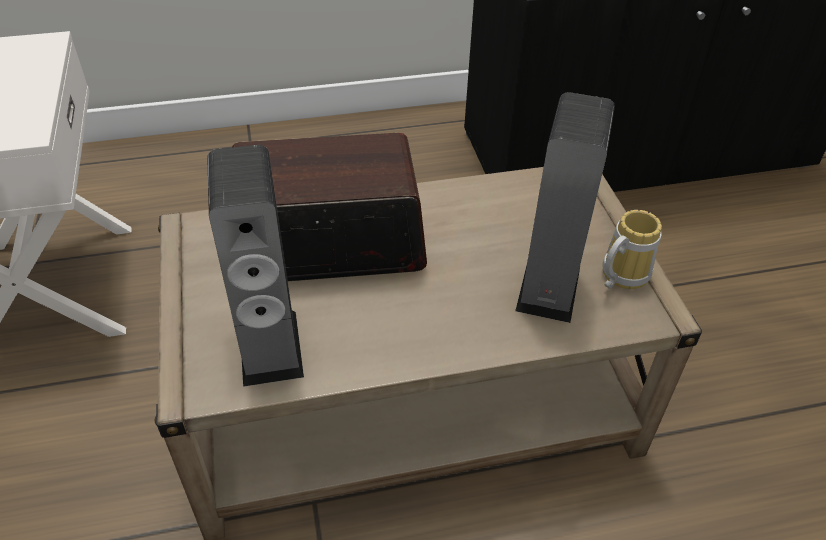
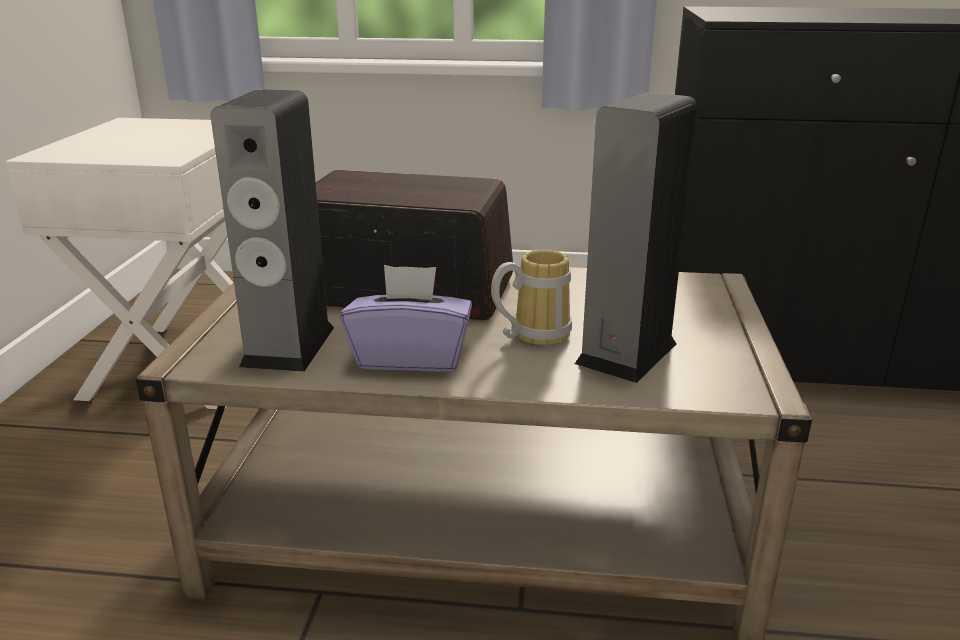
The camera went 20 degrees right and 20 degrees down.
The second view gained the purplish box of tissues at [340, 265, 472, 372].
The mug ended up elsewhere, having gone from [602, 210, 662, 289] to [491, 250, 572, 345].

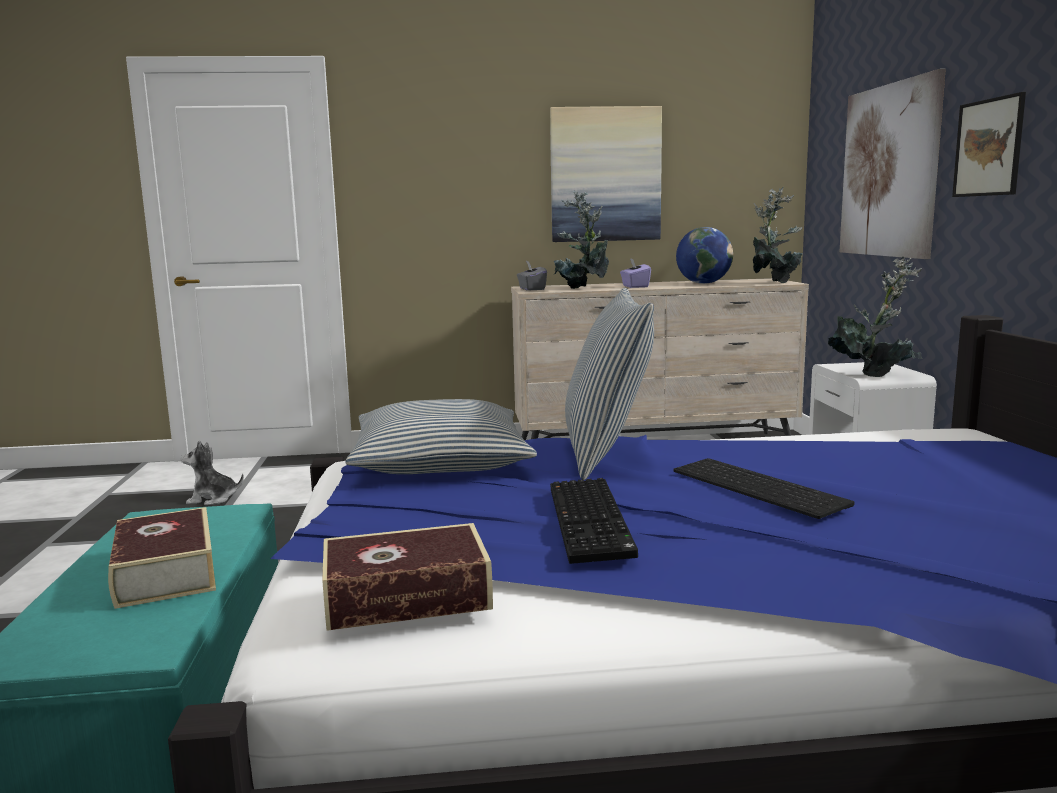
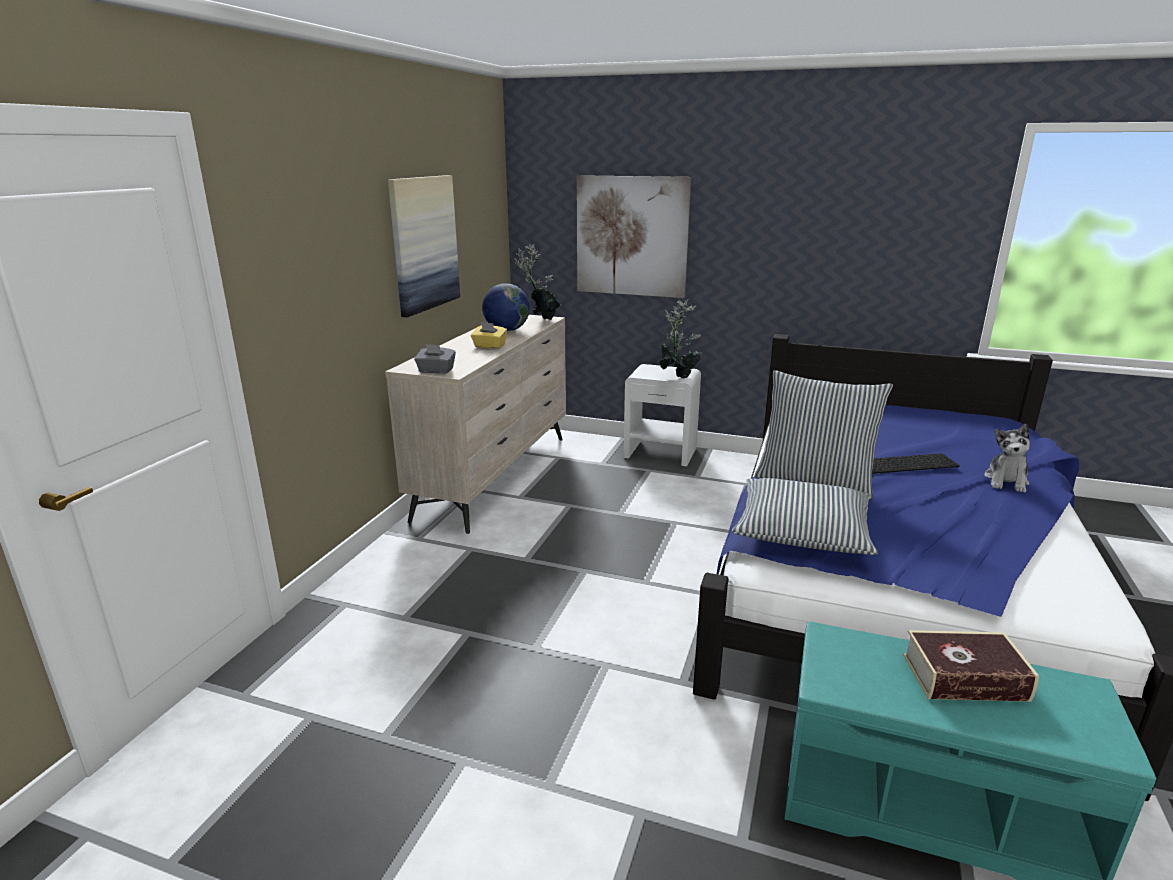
The camera went 65 degrees left and 10 degrees up.
The second view lost the book at [322, 523, 493, 631].
The second view lost the computer keyboard at [550, 478, 638, 564].
The second view lost the potted plant at [554, 191, 609, 289].
The second view lost the wall picture at [952, 92, 1026, 197].
The soft toy ended up elsewhere, having gone from [181, 440, 244, 506] to [984, 424, 1030, 493].
What was the purplish box of tissues at [620, 258, 651, 288] turned into the yellowish box of tissues at [471, 322, 507, 349].

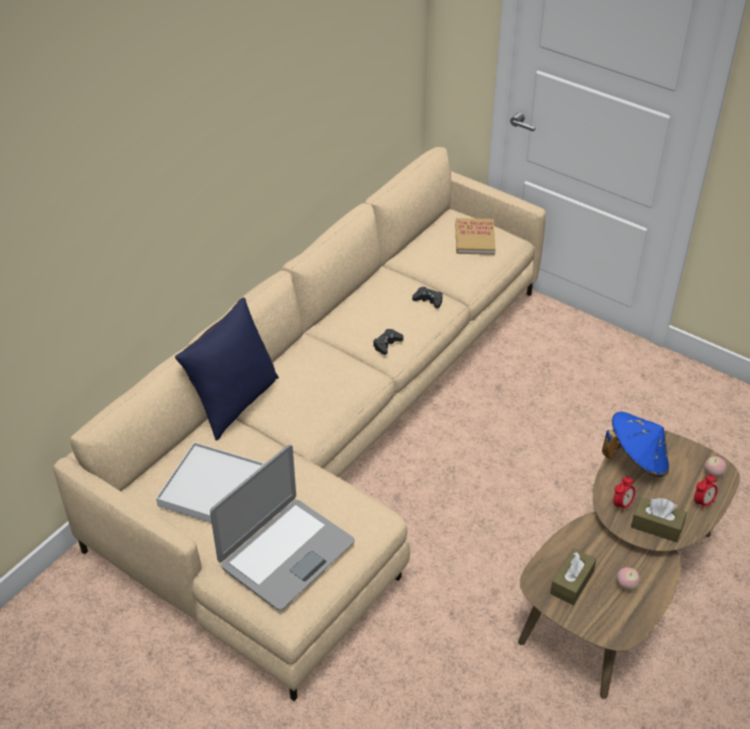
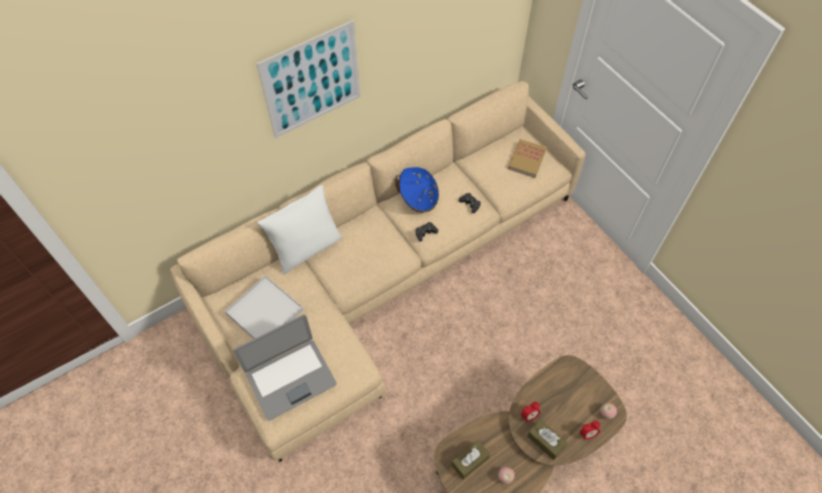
The camera went 20 degrees right and 15 degrees up.
The second view gained the wall picture at [256, 20, 361, 138].
The blue-coloured wearable hat ended up elsewhere, having gone from [602, 412, 669, 477] to [395, 167, 439, 213].
What was the blue-coloured cushion at [175, 298, 279, 441] turned into the whitish cushion at [257, 185, 343, 275].

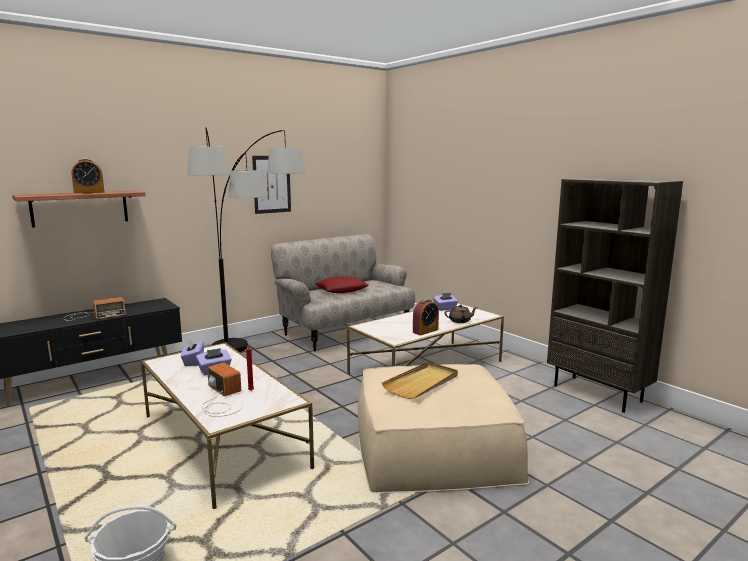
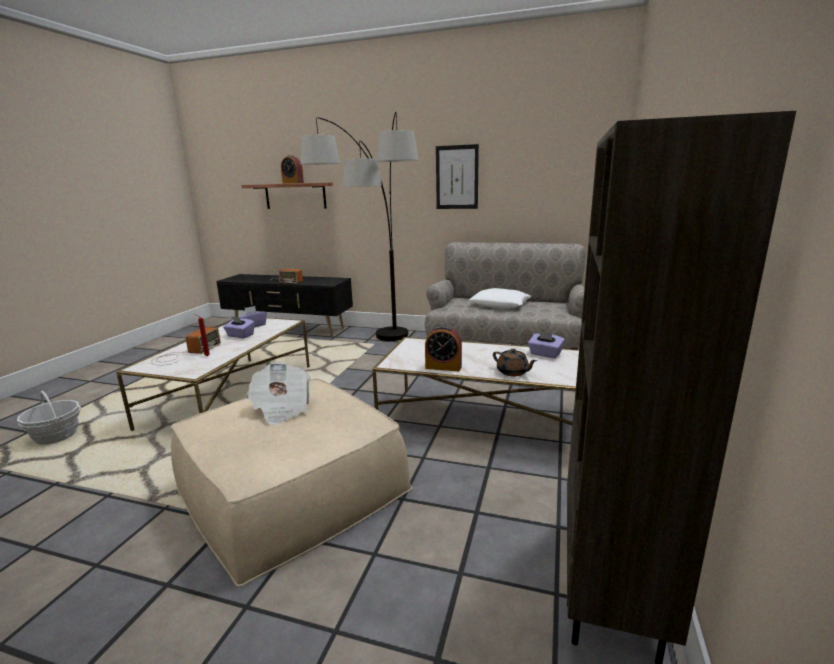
The camera went 55 degrees right and 5 degrees up.
Where the beige carrying tray stood at [382, 362, 458, 399], the printed paper came to stand at [247, 362, 311, 425].
What was the red cushion at [316, 276, 369, 293] turned into the whitish cushion at [469, 288, 531, 309].

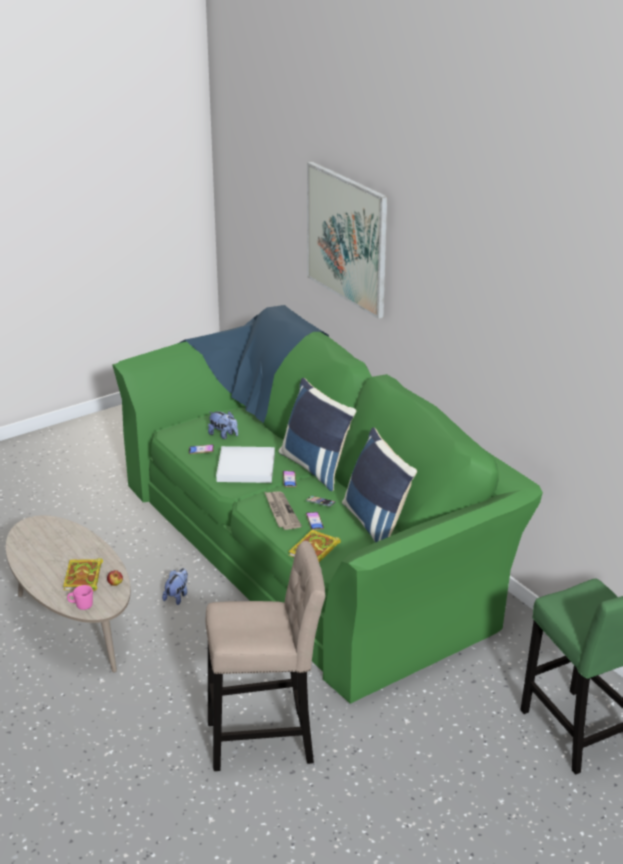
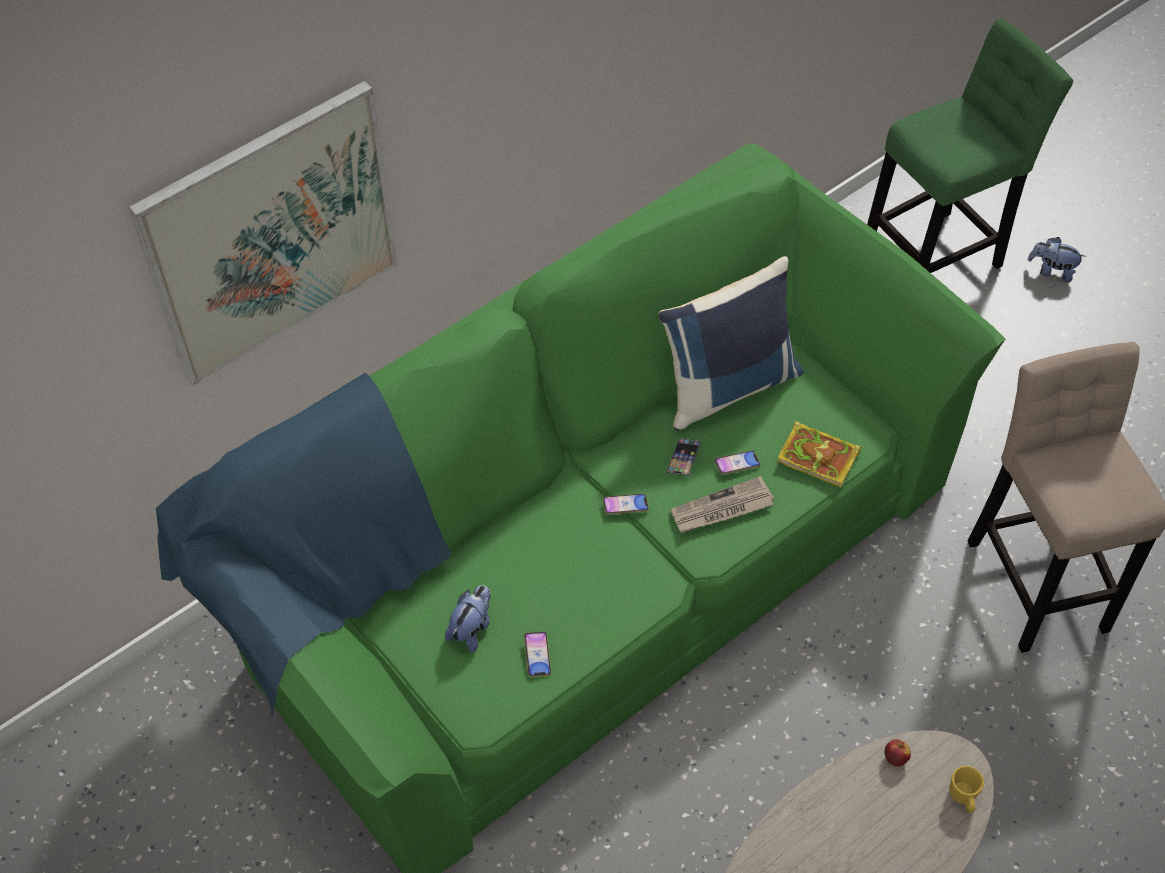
The camera went 95 degrees left and 25 degrees up.
The second view lost the book at [63, 558, 103, 591].
The second view lost the whitish carrying tray at [216, 446, 275, 483].
The second view lost the blue-coloured cushion at [278, 378, 356, 491].
The soft toy ended up elsewhere, having gone from [162, 568, 188, 605] to [1028, 237, 1086, 282].
What was the pink-coloured mug at [67, 585, 93, 610] turned into the yellowish mug at [949, 766, 984, 813].

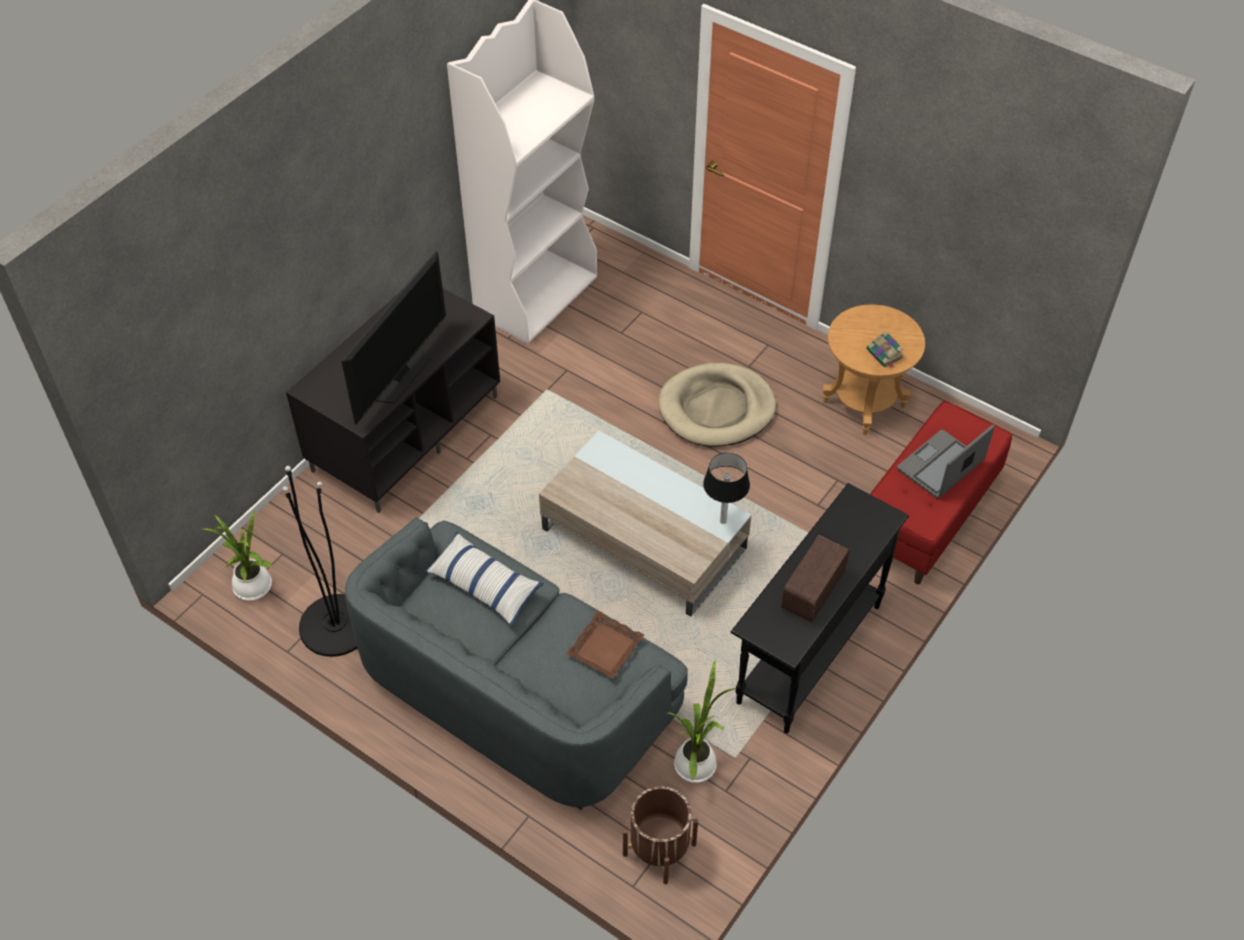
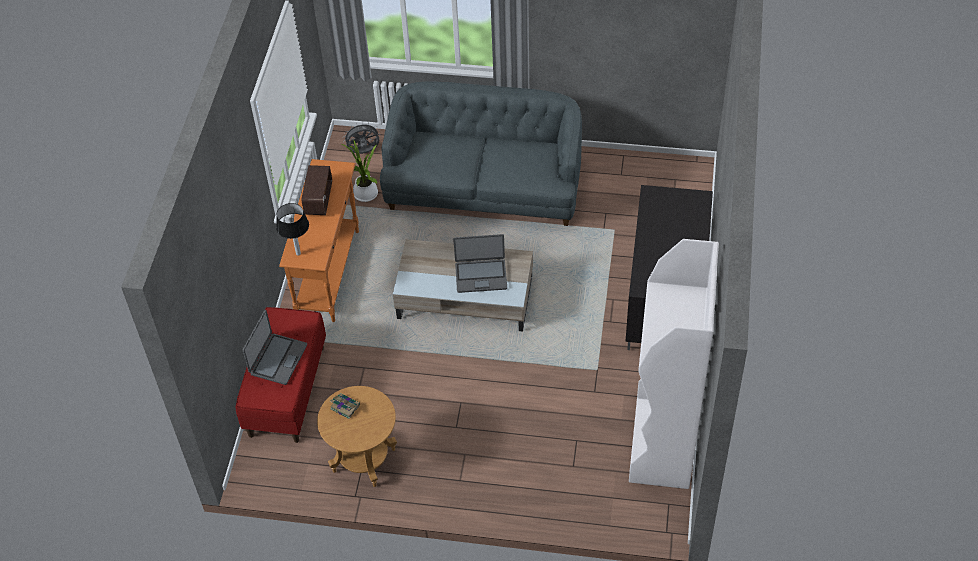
The camera went 155 degrees right and 0 degrees up.
The second view lost the potted plant at [203, 510, 274, 601].
The second view lost the black-coloured standard lamp at [282, 466, 357, 657].
The second view lost the TV set at [341, 251, 446, 424].
The second view lost the cushion at [425, 531, 544, 626].
The second view lost the brownish carrying tray at [566, 611, 645, 679].
The second view lost the beige dog bed at [658, 363, 776, 447].
The second view gained the portable computer at [453, 234, 507, 293].
The table lamp ended up elsewhere, having gone from [703, 453, 750, 524] to [276, 203, 309, 256].
Where the brownish flower pot stood at [623, 786, 698, 884], the grey fan came to stand at [343, 122, 380, 154].
What was the black-coloured console table at [731, 483, 909, 734] turned into the orange console table at [279, 159, 359, 322].

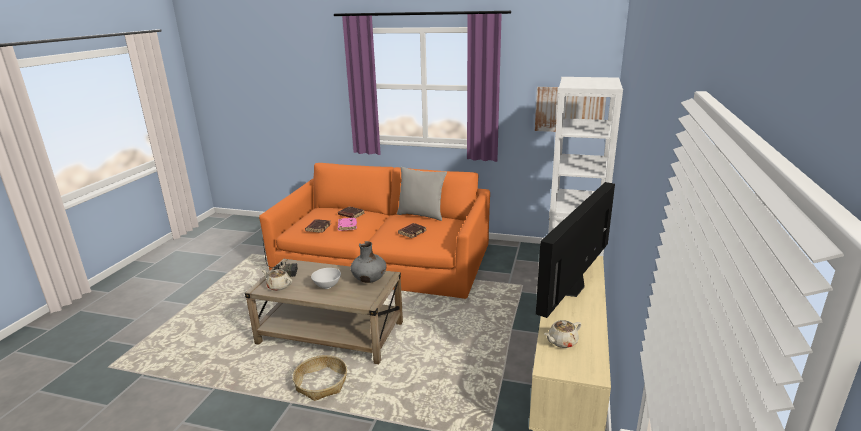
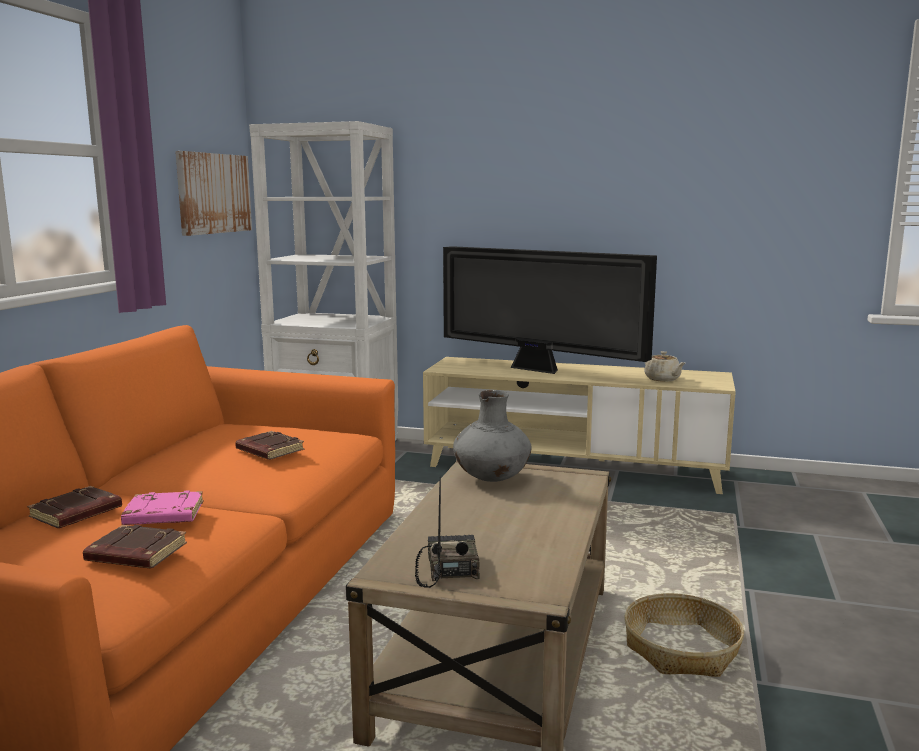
The camera went 90 degrees left and 10 degrees down.
The second view lost the beige tea pot at [262, 269, 292, 291].
The second view lost the whitish bowl at [311, 268, 341, 289].
The second view lost the grey cushion at [397, 167, 447, 221].

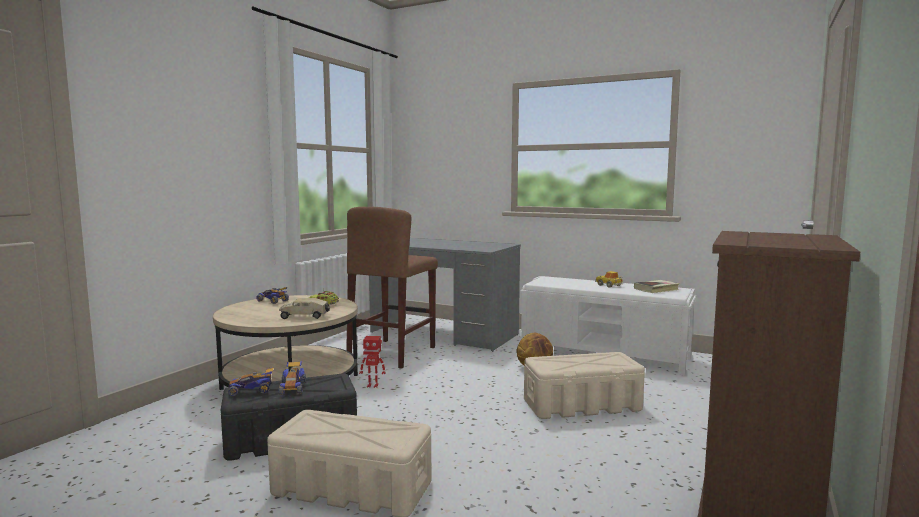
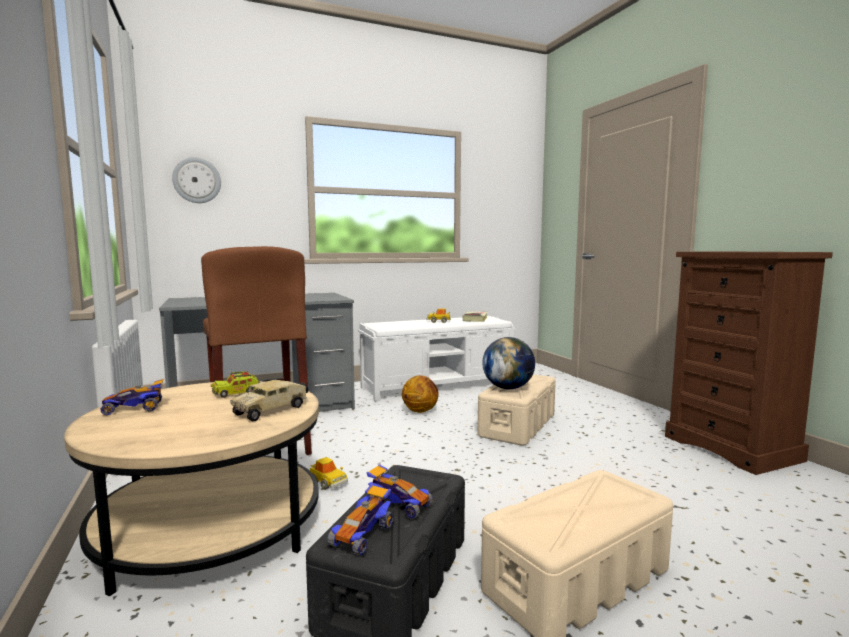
The camera went 50 degrees left and 0 degrees up.
The second view gained the hanging clock at [172, 157, 221, 203].
The second view gained the desk globe at [482, 337, 535, 389].
Where the toy robot stood at [359, 336, 386, 388], the toy car came to stand at [310, 457, 348, 490].

